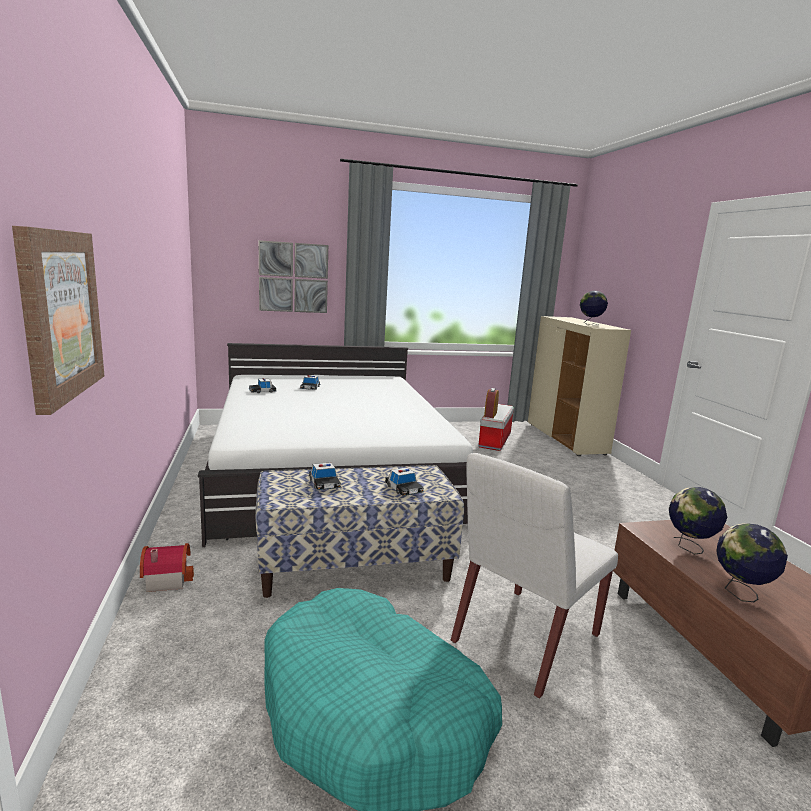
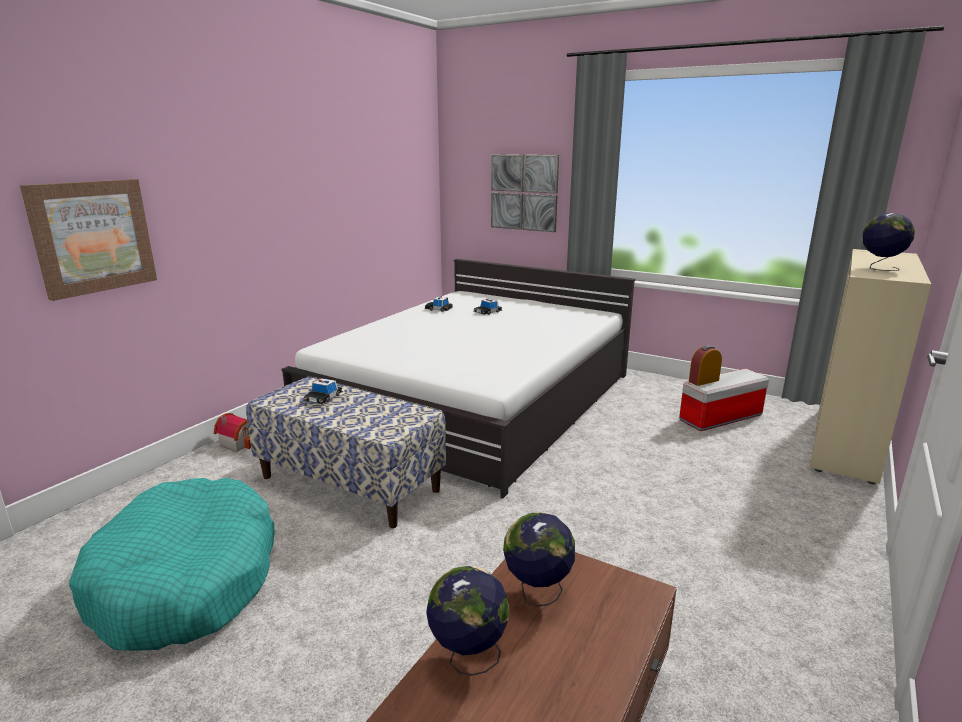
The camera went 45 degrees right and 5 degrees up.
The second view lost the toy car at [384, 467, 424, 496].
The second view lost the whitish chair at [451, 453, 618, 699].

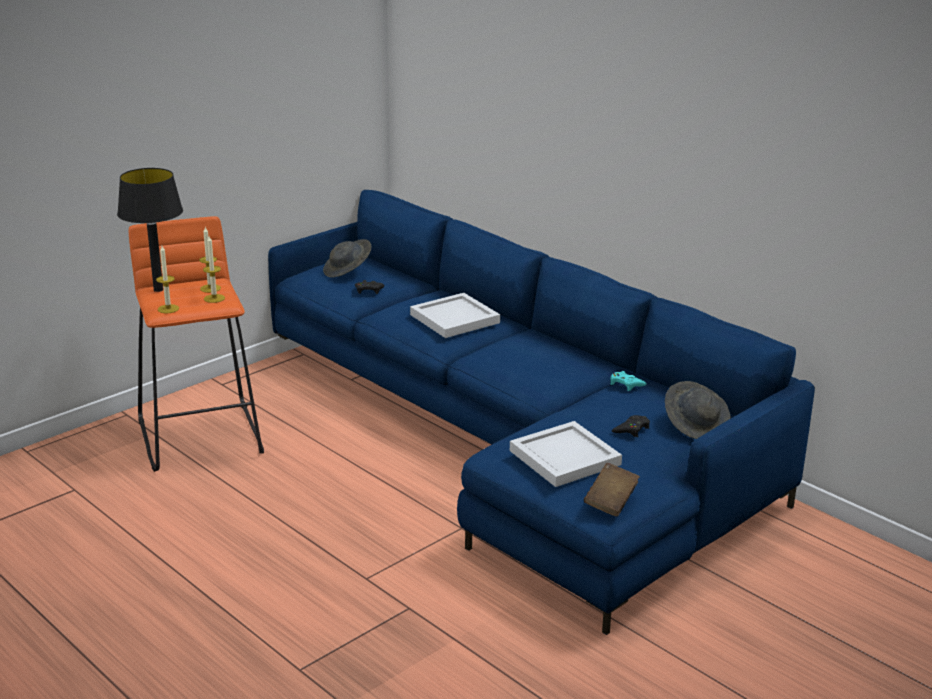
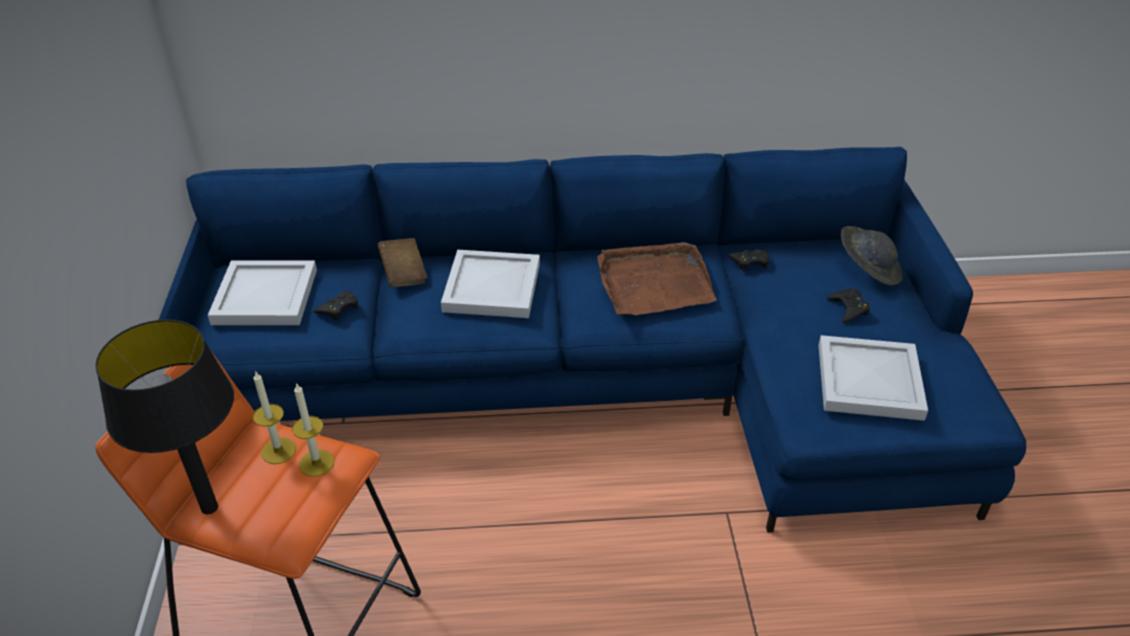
The camera went 50 degrees left and 15 degrees up.
The second view lost the wax light at [156, 246, 179, 313].
The second view gained the brownish carrying tray at [597, 242, 717, 315].
The brownish book ended up elsewhere, having gone from [584, 463, 640, 516] to [378, 238, 427, 287].
Where the grey wearable hat stood at [323, 239, 371, 278], the whitish carrying tray came to stand at [208, 261, 317, 325].
What was the blue-green gamepad at [610, 371, 647, 391] turned into the black-coloured gamepad at [728, 250, 769, 271].

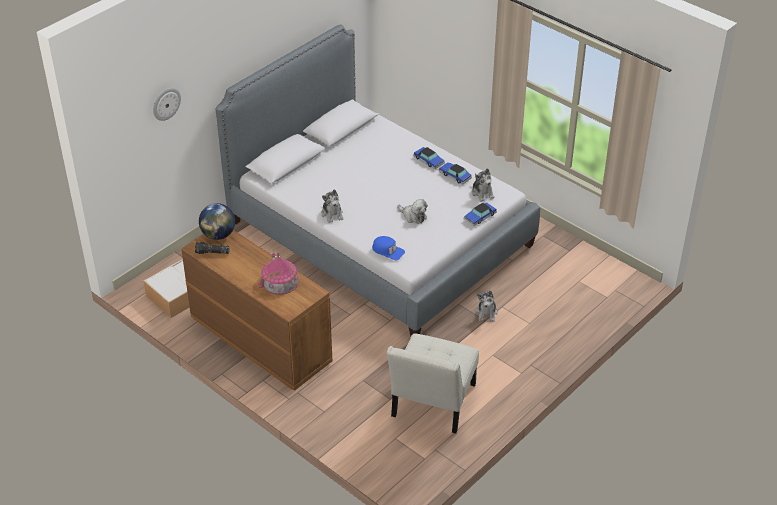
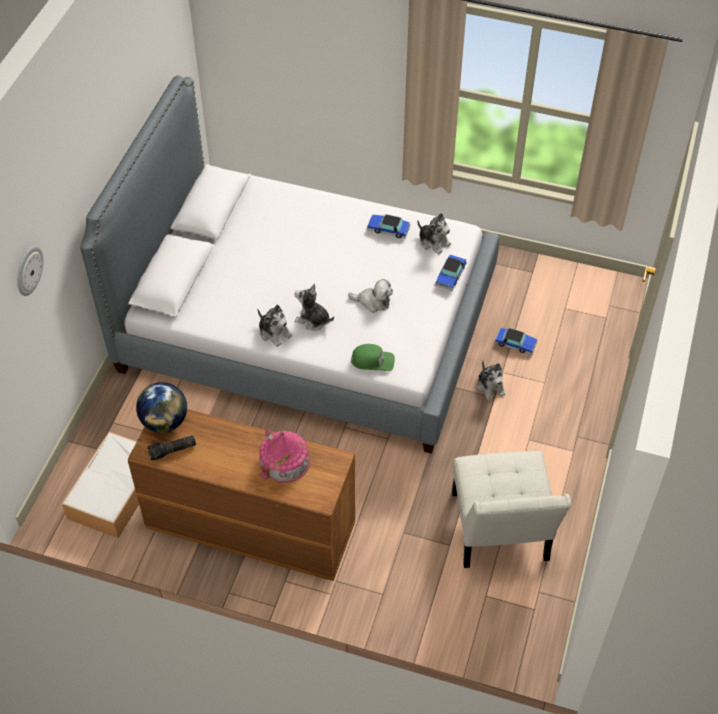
The camera went 25 degrees left and 10 degrees up.
The second view gained the soft toy at [295, 283, 334, 331].
The toy car ended up elsewhere, having gone from [413, 147, 445, 169] to [494, 328, 537, 355].
What was the blue-coloured baseball cap at [372, 236, 405, 260] turned into the green-coloured baseball cap at [351, 344, 395, 371].

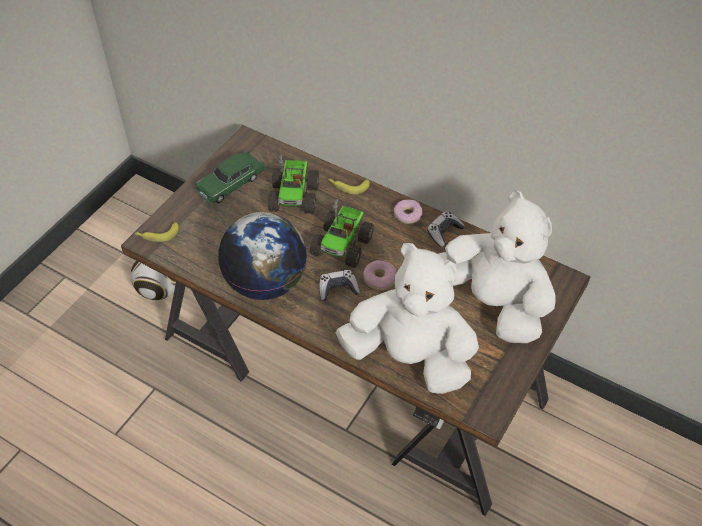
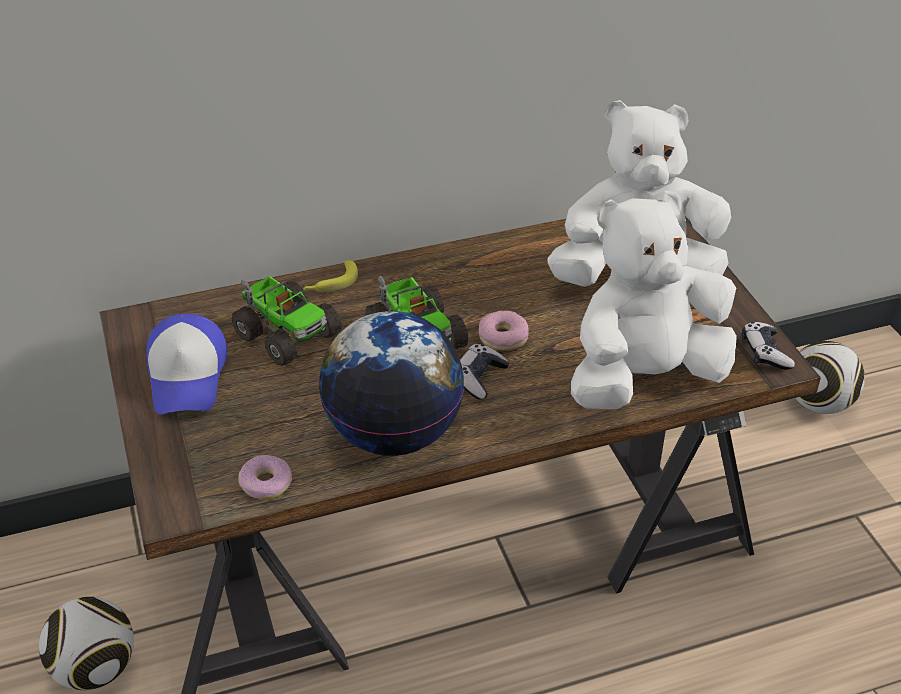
The camera went 50 degrees left and 10 degrees down.
The second view lost the whole banana at [134, 222, 179, 242].
The second view gained the football ball at [795, 341, 865, 414].
The donut ended up elsewhere, having gone from [394, 200, 422, 224] to [238, 455, 292, 499].
The gamepad ended up elsewhere, having gone from [427, 211, 465, 247] to [742, 322, 795, 370].
Where the green-coloured toy car stood at [195, 151, 266, 204], the baseball cap came to stand at [146, 314, 227, 414].

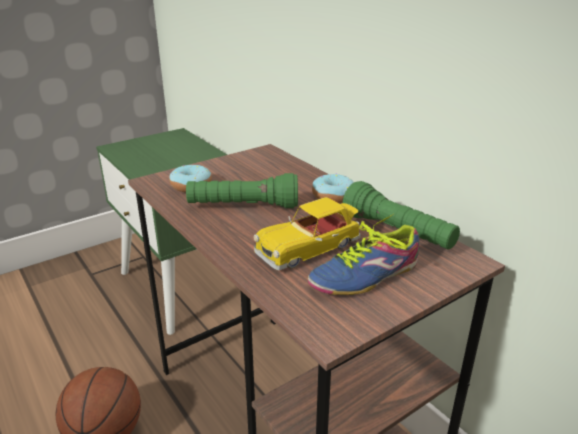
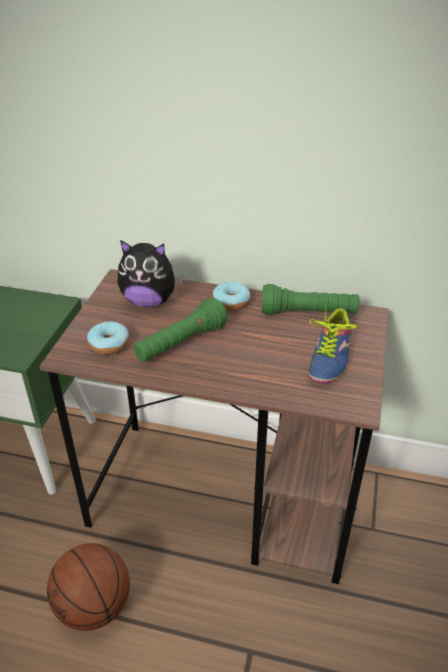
The camera went 40 degrees left and 10 degrees up.
The second view lost the toy car at [254, 197, 360, 270].
The second view gained the soft toy at [118, 240, 183, 307].

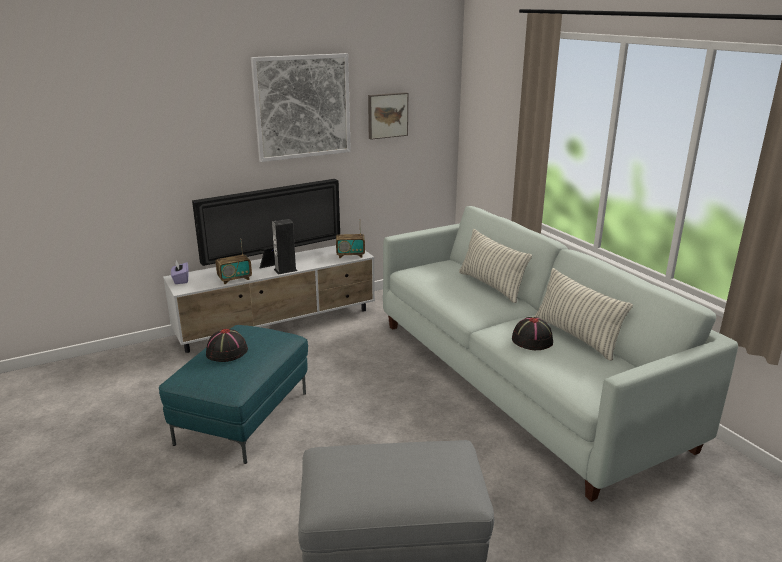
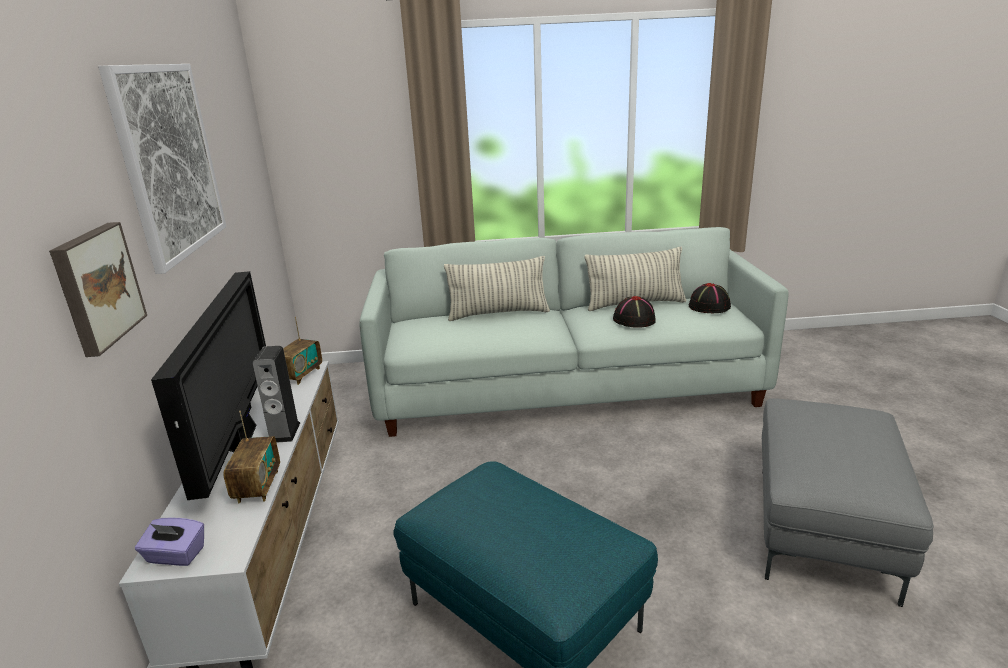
The camera went 65 degrees left and 0 degrees up.
The black-coloured wearable hat ended up elsewhere, having gone from [206, 329, 248, 362] to [689, 283, 731, 313].
The wall picture ended up elsewhere, having gone from [368, 92, 408, 140] to [49, 222, 147, 357].

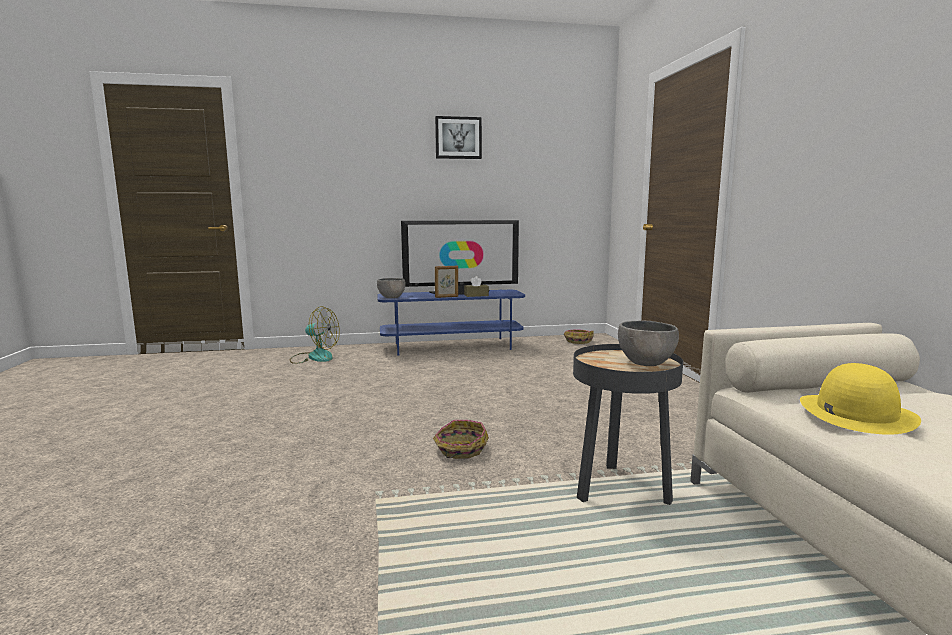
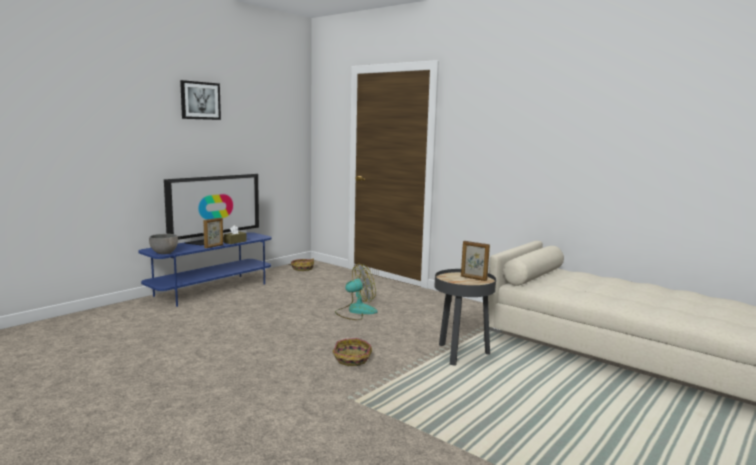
The camera went 40 degrees left and 0 degrees up.
The second view lost the yellowish wearable hat at [800, 363, 921, 435].
The fan ended up elsewhere, having gone from [290, 306, 340, 364] to [335, 264, 378, 320].
Where the grey bowl stood at [618, 321, 679, 366], the standing frame came to stand at [461, 241, 490, 281].

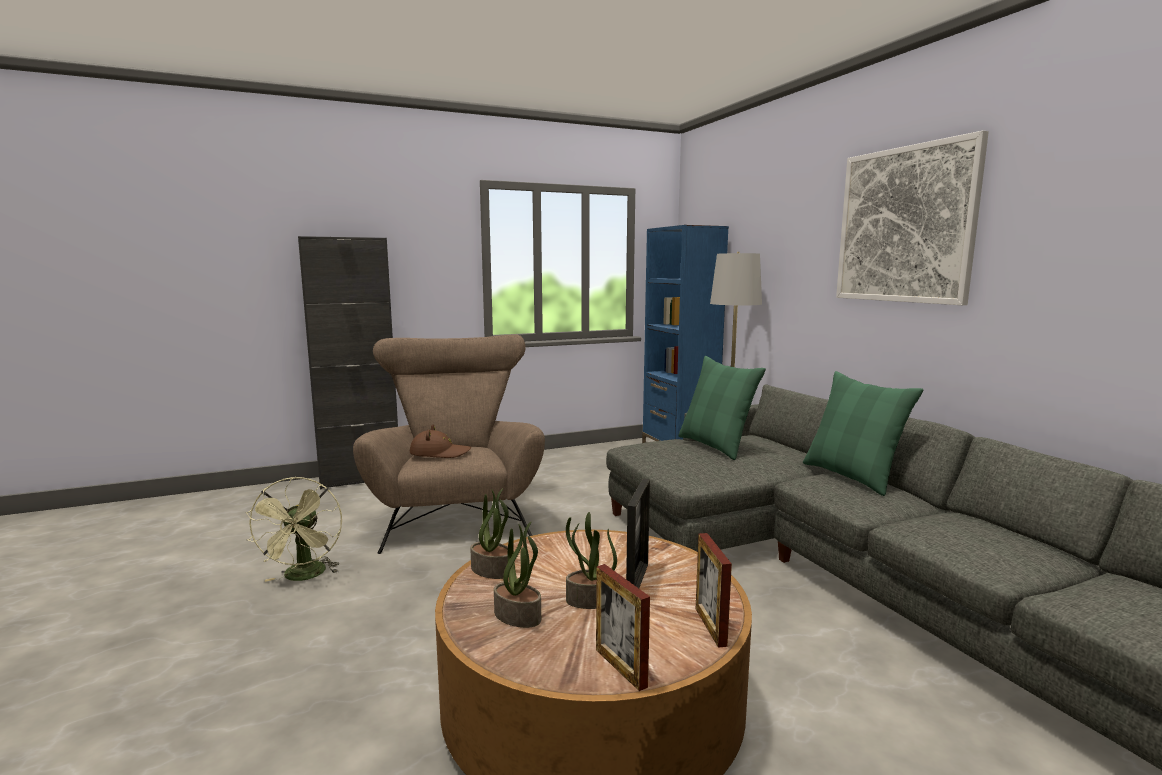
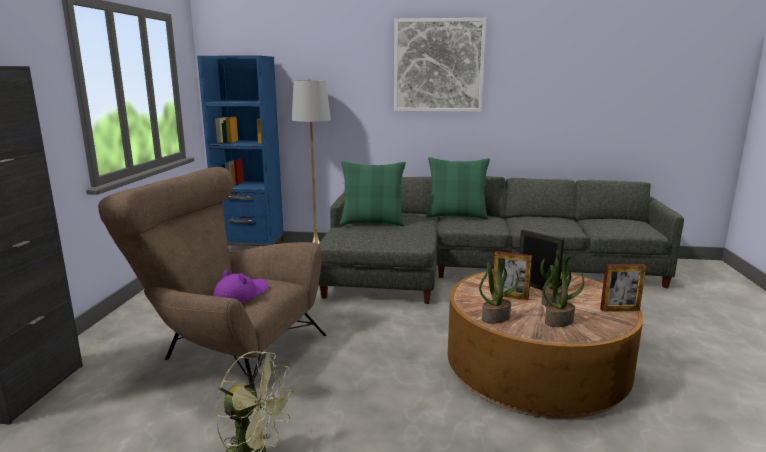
The camera went 60 degrees left and 5 degrees up.
The standing frame ended up elsewhere, having gone from [696, 533, 732, 648] to [493, 251, 532, 300].
What was the brownish wearable hat at [410, 424, 471, 458] turned into the purplish wearable hat at [214, 270, 268, 302].

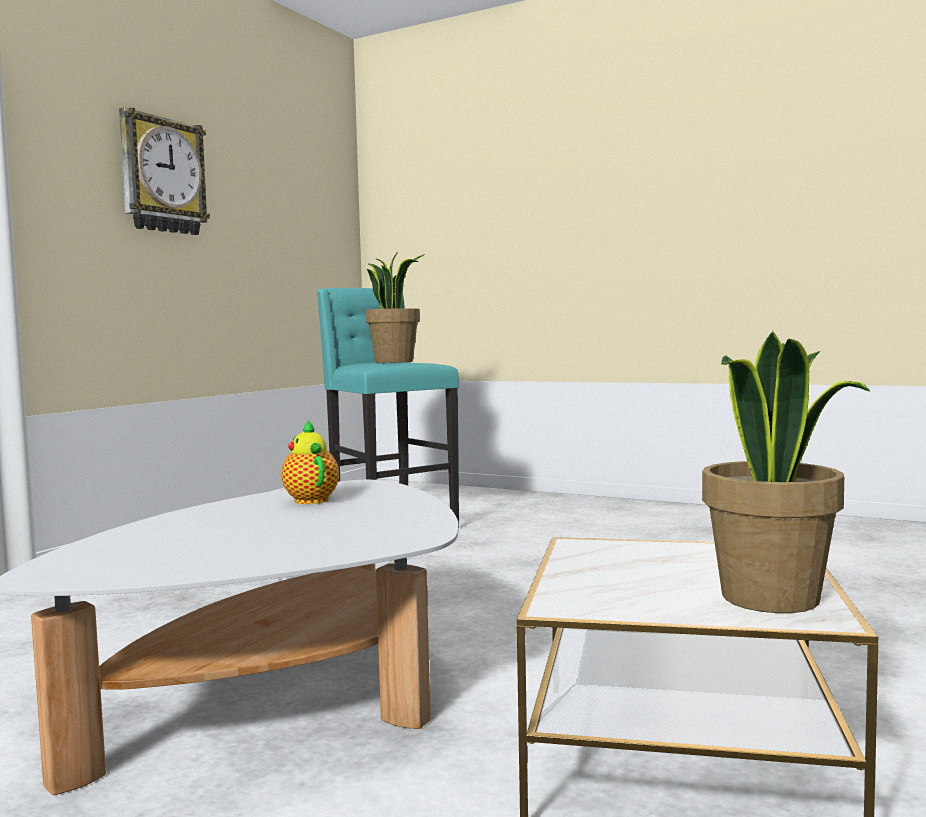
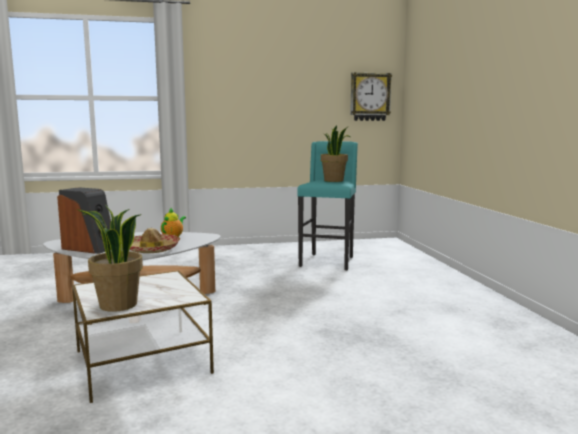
The camera went 50 degrees right and 5 degrees up.
The second view gained the loudspeaker at [57, 187, 111, 254].
The second view gained the wearable hat at [129, 228, 180, 253].
The hanging clock ended up elsewhere, having gone from [119, 107, 210, 235] to [350, 72, 392, 121].

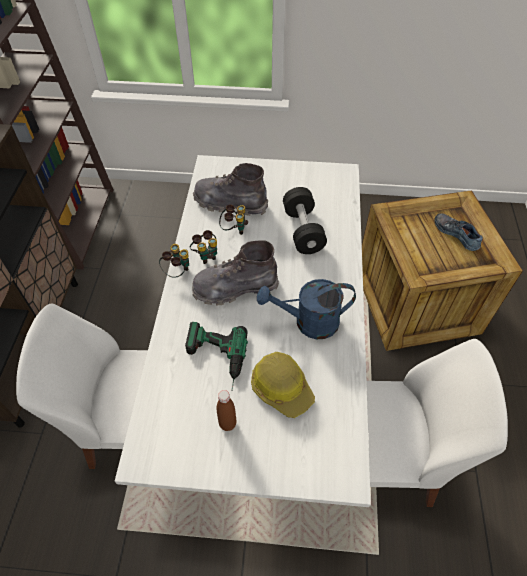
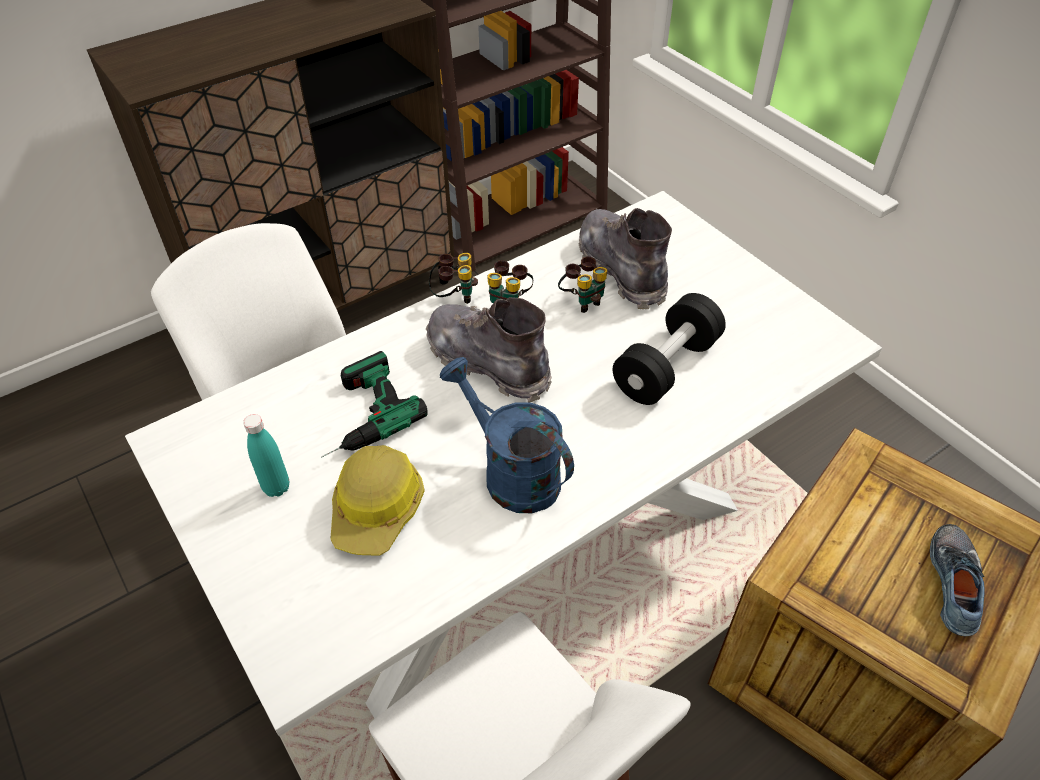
The camera went 50 degrees right and 5 degrees down.
What was the brownish drink bottle at [217, 390, 236, 431] turned into the blue-green drink bottle at [243, 414, 290, 497].

